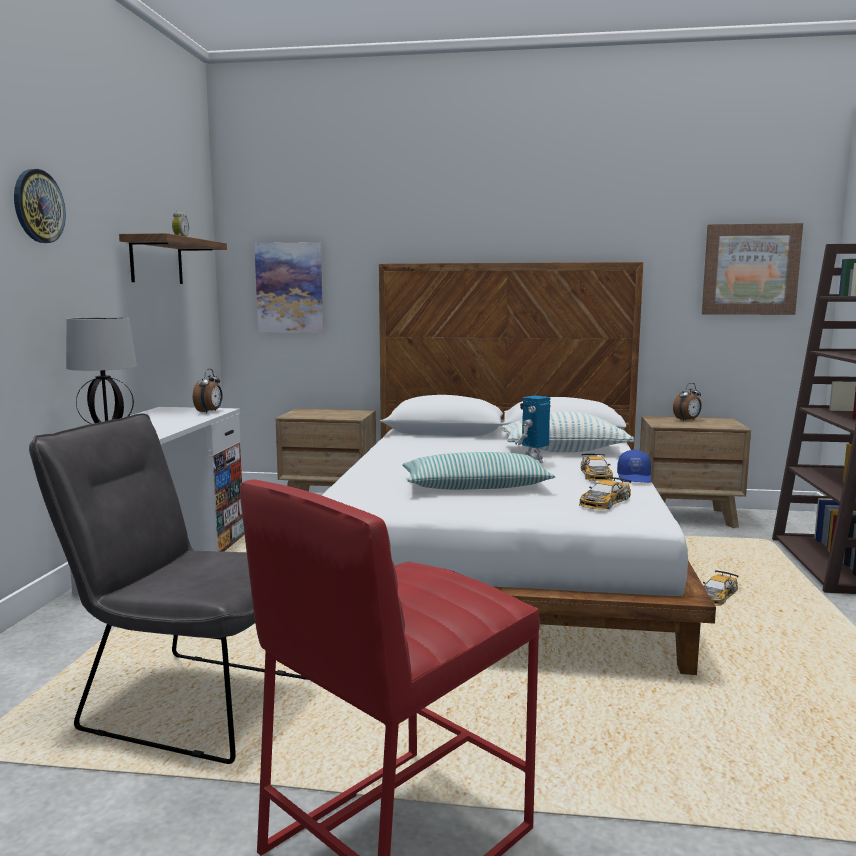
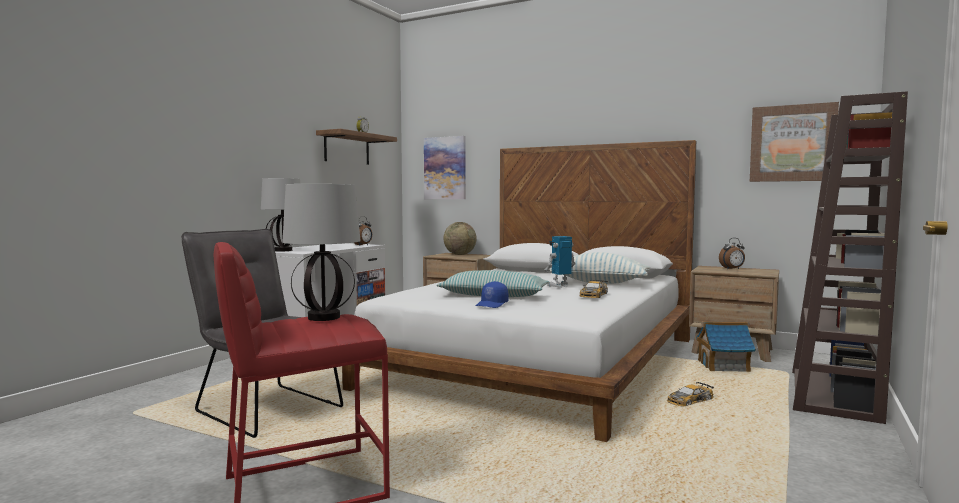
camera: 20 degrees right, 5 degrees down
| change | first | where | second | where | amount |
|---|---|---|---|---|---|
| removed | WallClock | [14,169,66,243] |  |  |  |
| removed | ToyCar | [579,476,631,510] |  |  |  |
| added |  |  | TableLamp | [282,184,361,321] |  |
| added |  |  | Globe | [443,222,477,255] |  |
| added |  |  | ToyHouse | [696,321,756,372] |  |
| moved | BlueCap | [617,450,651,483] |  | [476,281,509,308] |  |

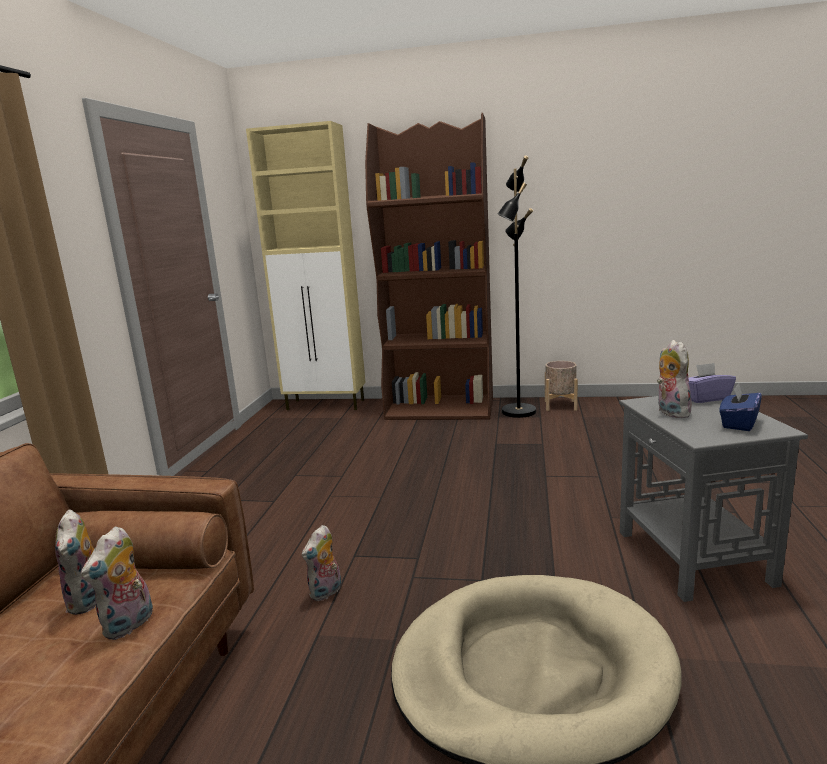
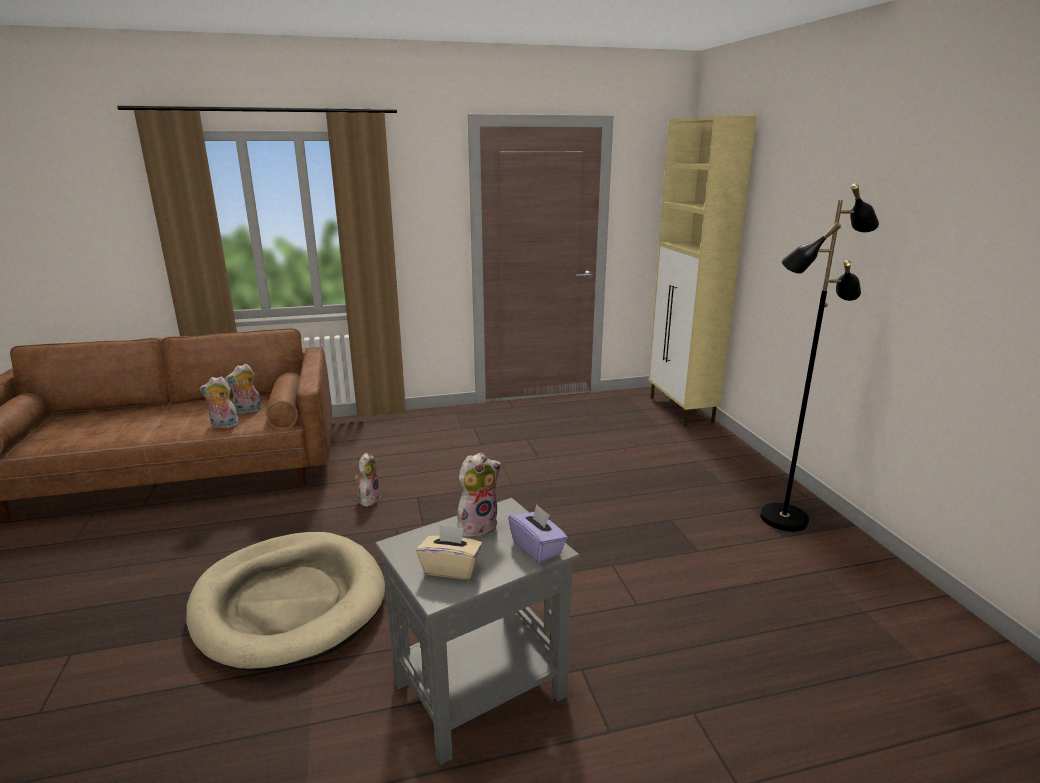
camera: 65 degrees right, 5 degrees up
| change | first | where | second | where | amount |
|---|---|---|---|---|---|
| removed | BrownBookcase | [365,113,493,420] |  |  |  |
| removed | BeigePlanter | [545,361,578,411] |  |  |  |
| recoloured | BlueTissueBox | [719,383,762,431] | BeigeTissueBox | [416,525,483,579] |  |
| turned | PlushToy | [302,525,341,601] |  | [355,453,381,507] | 90 degrees clockwise |

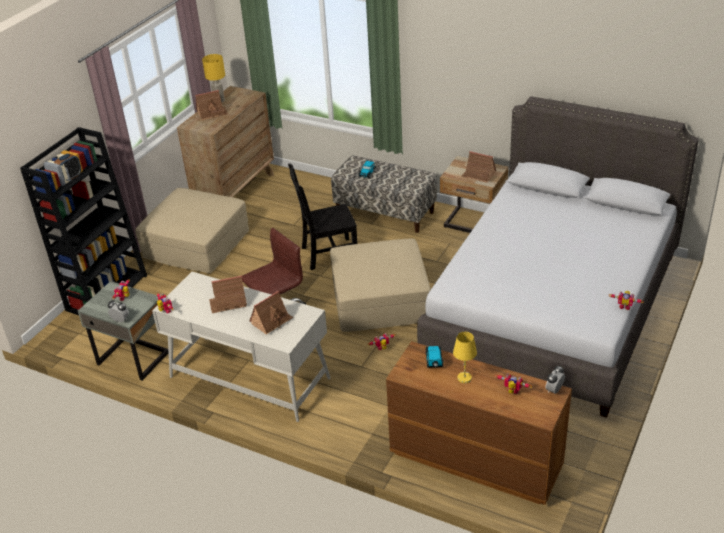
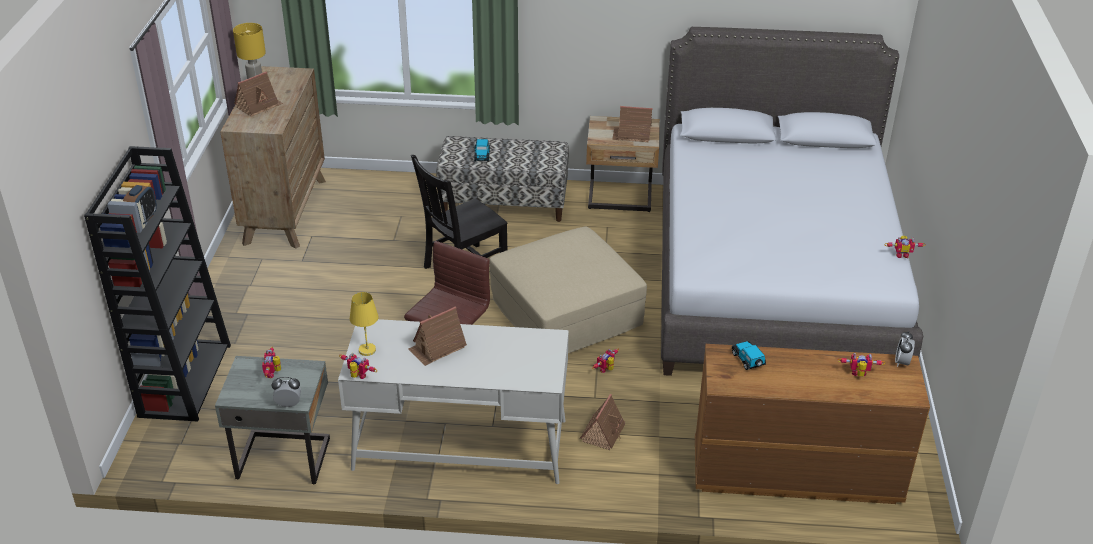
camera: 25 degrees left, 0 degrees up
| change | first | where | second | where | amount |
|---|---|---|---|---|---|
| removed | BeigeOttoman | [135,188,249,273] |  |  |  |
| moved | ToyHouse | [249,291,293,335] |  | [580,394,625,450] |  |
| moved | YellowTableLamp | [453,332,477,383] |  | [350,292,379,356] |  |

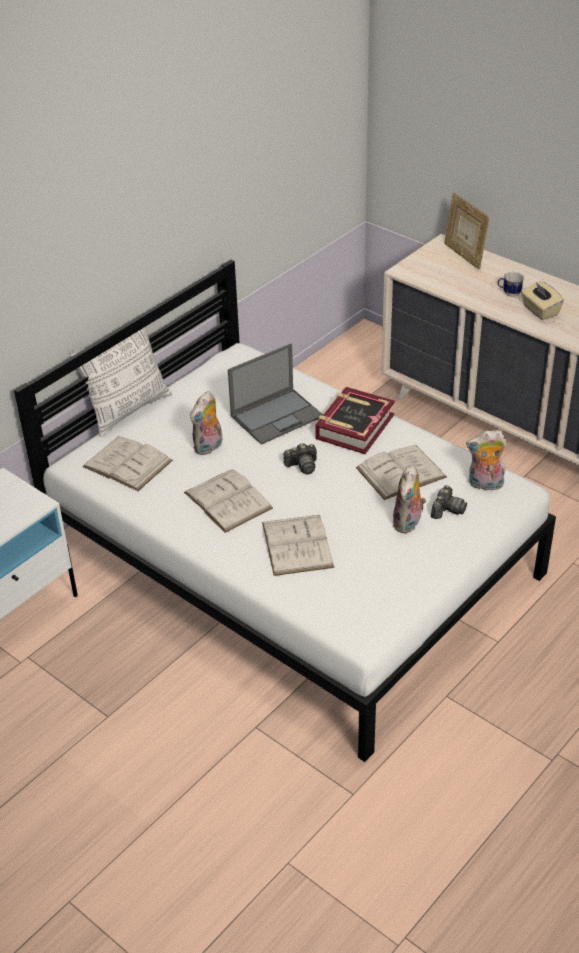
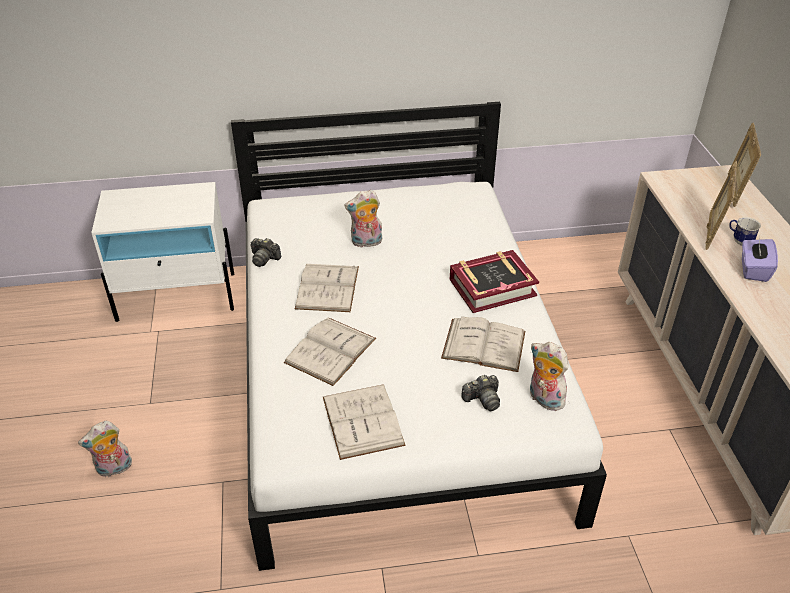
camera: 40 degrees right, 0 degrees up
| change | first | where | second | where | amount |
|---|---|---|---|---|---|
| removed | Pillow | [70,327,171,437] |  |  |  |
| removed | Laptop | [228,344,323,445] |  |  |  |
| added |  |  | PictureFrame | [705,161,737,250] |  |
| moved | WhiteBook | [82,436,173,491] |  | [323,385,406,460] |  |
| moved | PhotoCamera | [283,443,317,475] |  | [251,238,281,267] |  |
| moved | PlushToy | [392,465,426,534] |  | [78,421,132,477] |  |
| recoloured | BeigeTissueBox | [521,281,564,320] | PurpleTissueBox | [742,239,778,282] |  |

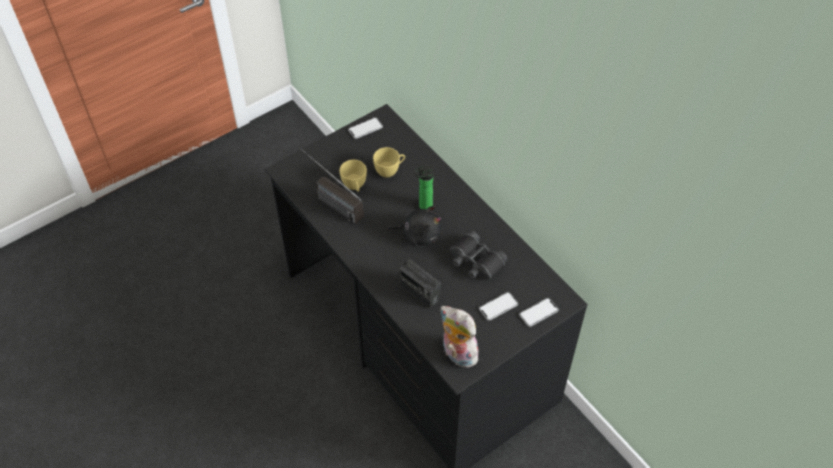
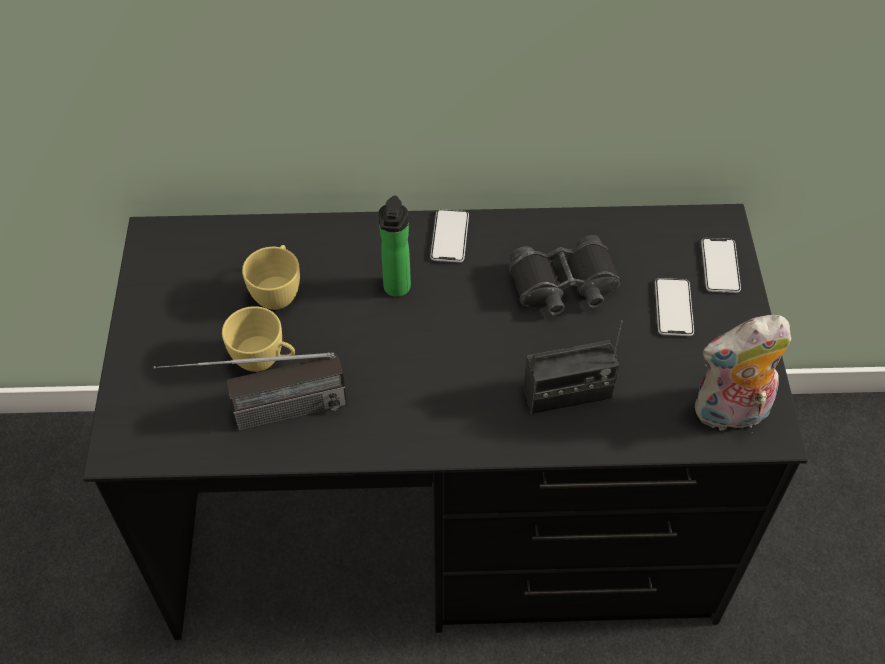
camera: 55 degrees left, 0 degrees up
| change | first | where | second | where | amount |
|---|---|---|---|---|---|
| removed | BlackPlushToy | [387,206,443,246] |  |  |  |
| moved | Phone | [348,117,383,139] |  | [430,209,469,263] |  |

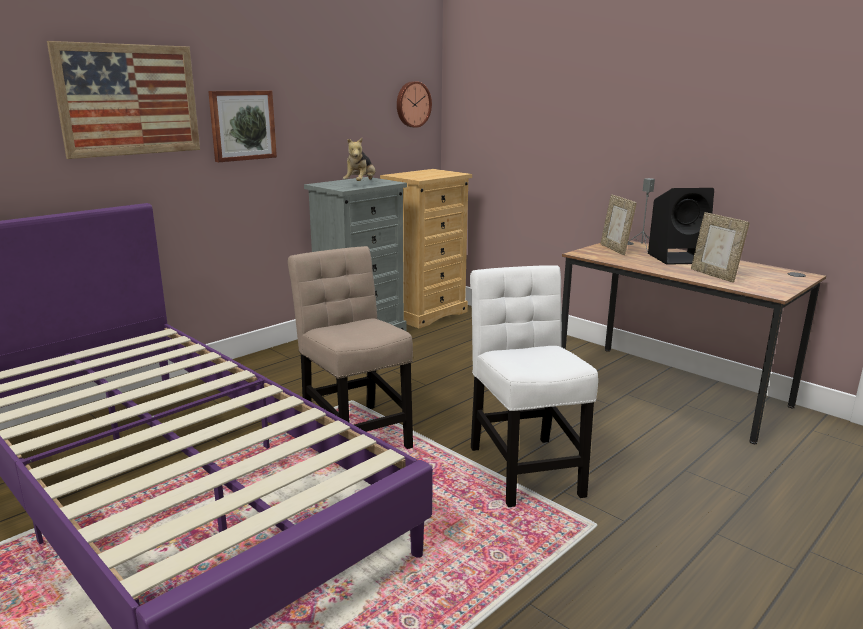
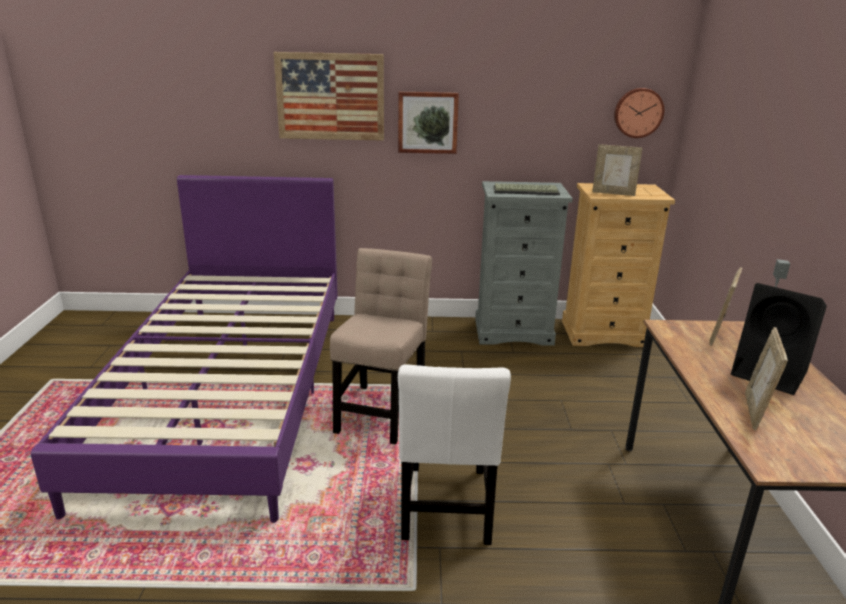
camera: 45 degrees right, 5 degrees up
| change | first | where | second | where | amount |
|---|---|---|---|---|---|
| added |  |  | PictureFrame | [592,144,643,196] |  |
| replaced | PlushToy | [343,137,375,181] | Keyboard | [493,183,560,195] |  |
| turned | WhiteChair | [470,265,598,507] |  | [398,364,511,545] | 150 degrees clockwise |

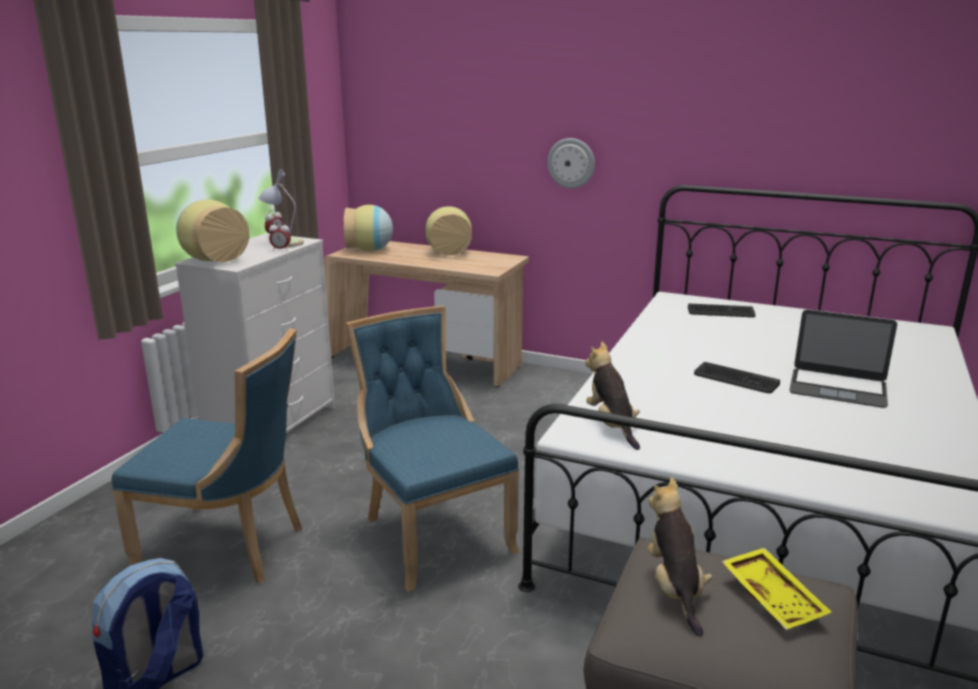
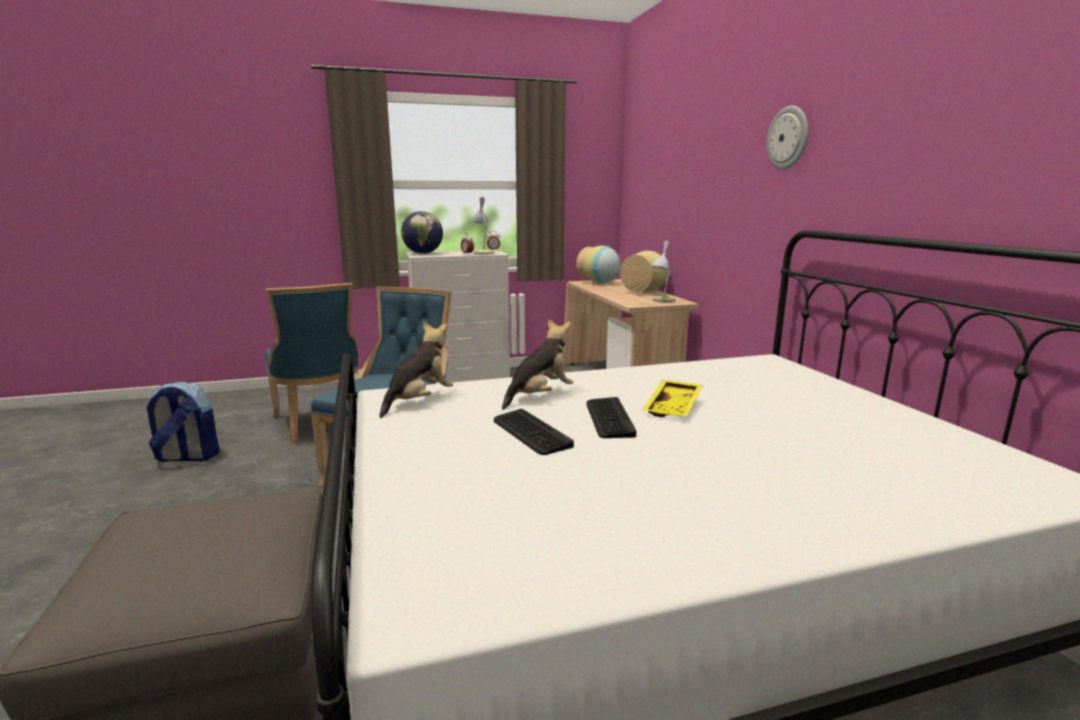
camera: 50 degrees right, 5 degrees down
| change | first | where | second | where | amount |
|---|---|---|---|---|---|
| removed | Laptop | [789,310,897,408] |  |  |  |
| added |  |  | TableLamp | [651,240,675,303] |  |
| moved | WallClock | [547,138,595,189] |  | [766,106,808,170] |  |
| moved | PlushToy | [648,477,712,636] |  | [502,319,573,410] |  |
| moved | Keyboard | [688,304,755,317] |  | [494,409,574,455] |  |
| moved | YellowTray | [722,547,831,630] |  | [642,380,703,417] |  |
| replaced | Vase | [176,199,250,262] | Globe | [401,211,443,254] |  |

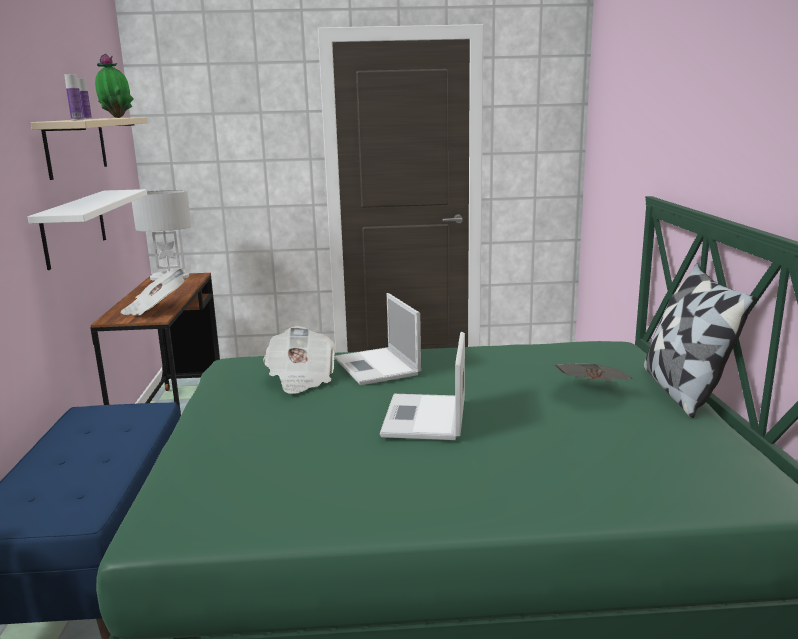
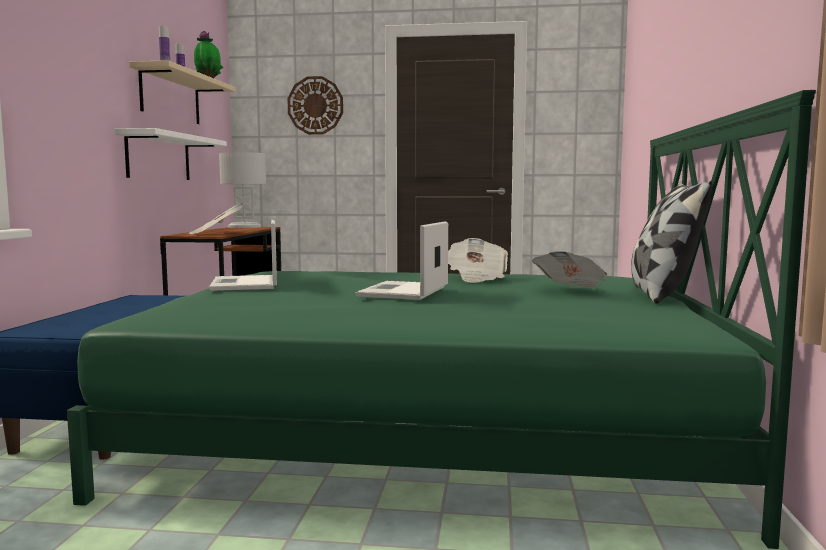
camera: 10 degrees right, 10 degrees down
| change | first | where | second | where | amount |
|---|---|---|---|---|---|
| added |  |  | WallClock | [287,76,343,135] |  |
| moved | Newspaper | [263,326,335,394] |  | [448,238,508,283] |  |
| moved | Laptop | [335,293,421,385] |  | [209,220,277,291] |  |

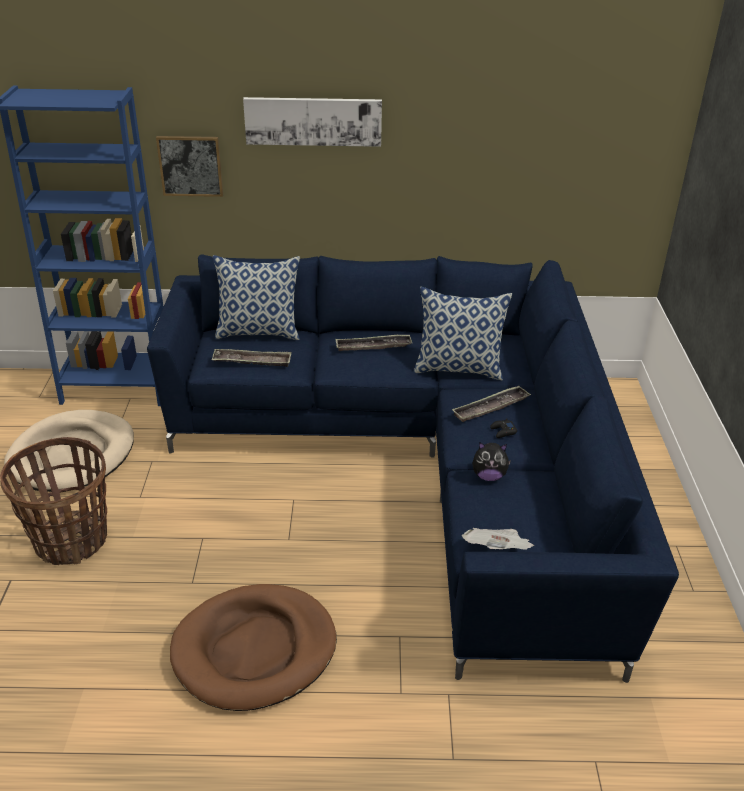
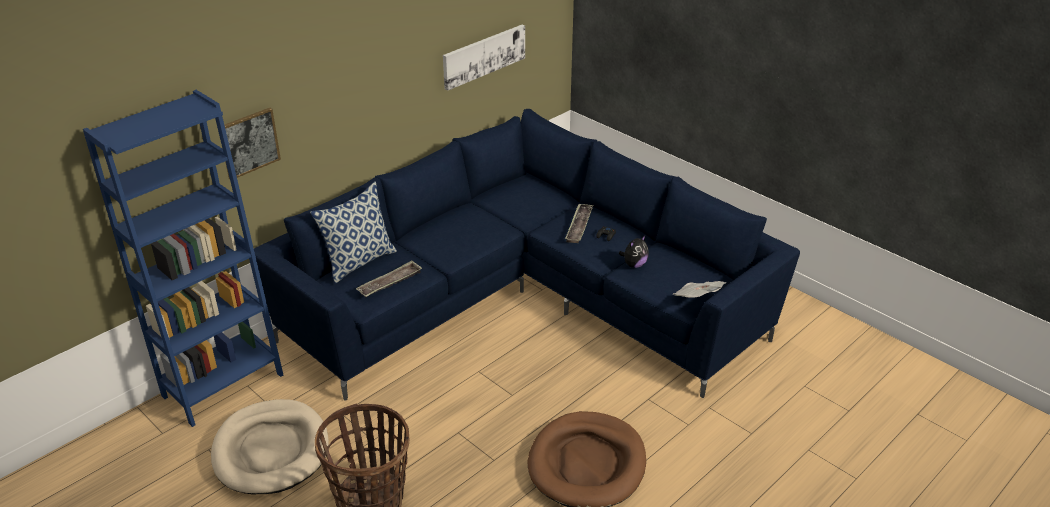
camera: 45 degrees left, 0 degrees up
| change | first | where | second | where | amount |
|---|---|---|---|---|---|
| removed | Tray | [335,334,412,351] |  |  |  |
| removed | Pillow | [414,287,512,380] |  |  |  |
| moved | Picture | [243,97,382,147] |  | [443,25,525,91] |  |

